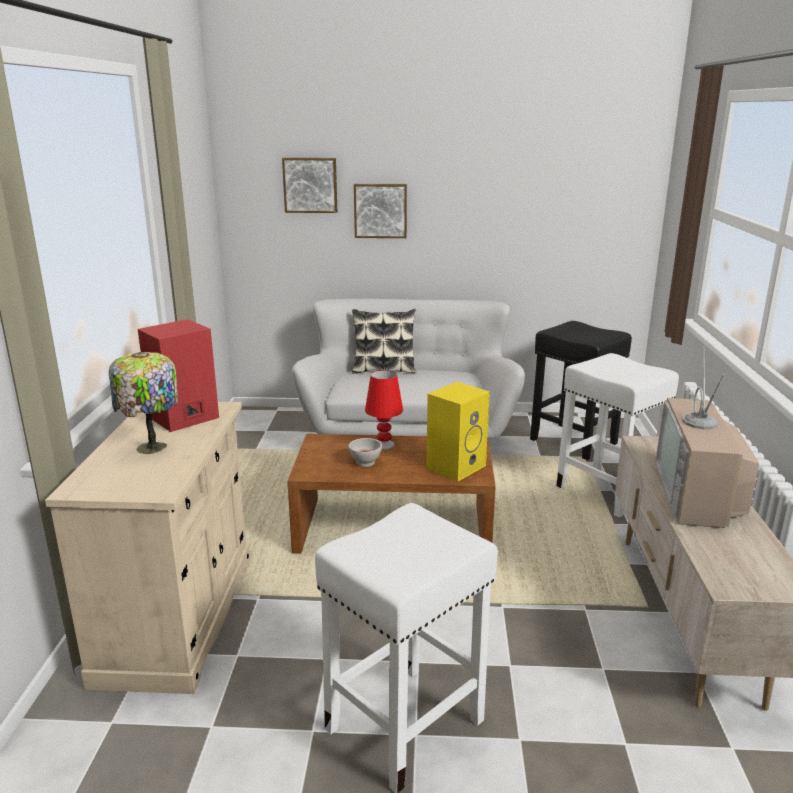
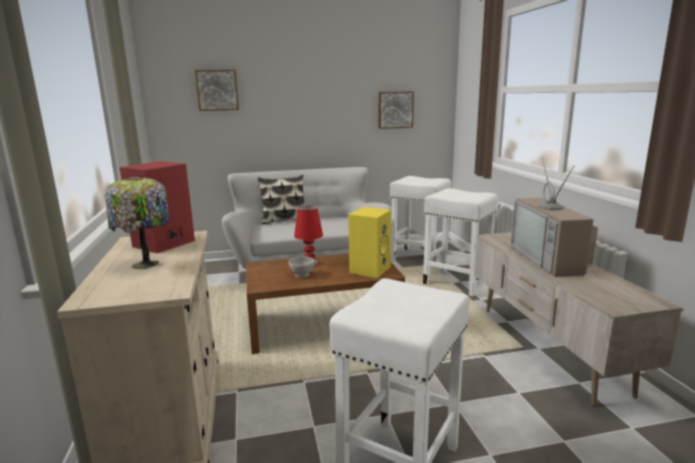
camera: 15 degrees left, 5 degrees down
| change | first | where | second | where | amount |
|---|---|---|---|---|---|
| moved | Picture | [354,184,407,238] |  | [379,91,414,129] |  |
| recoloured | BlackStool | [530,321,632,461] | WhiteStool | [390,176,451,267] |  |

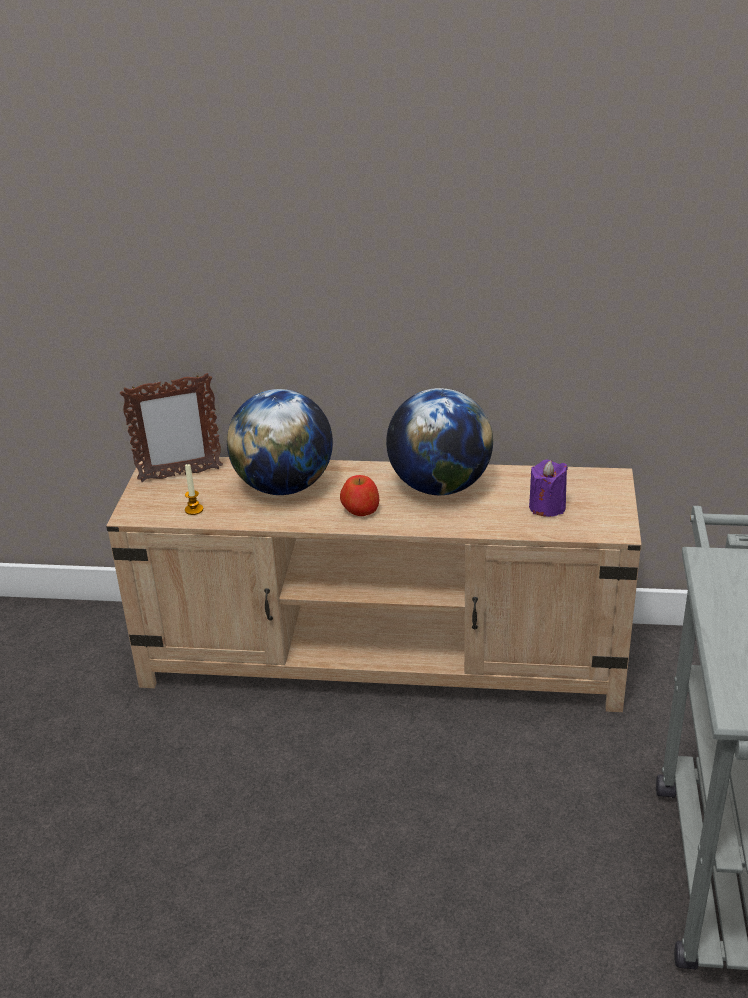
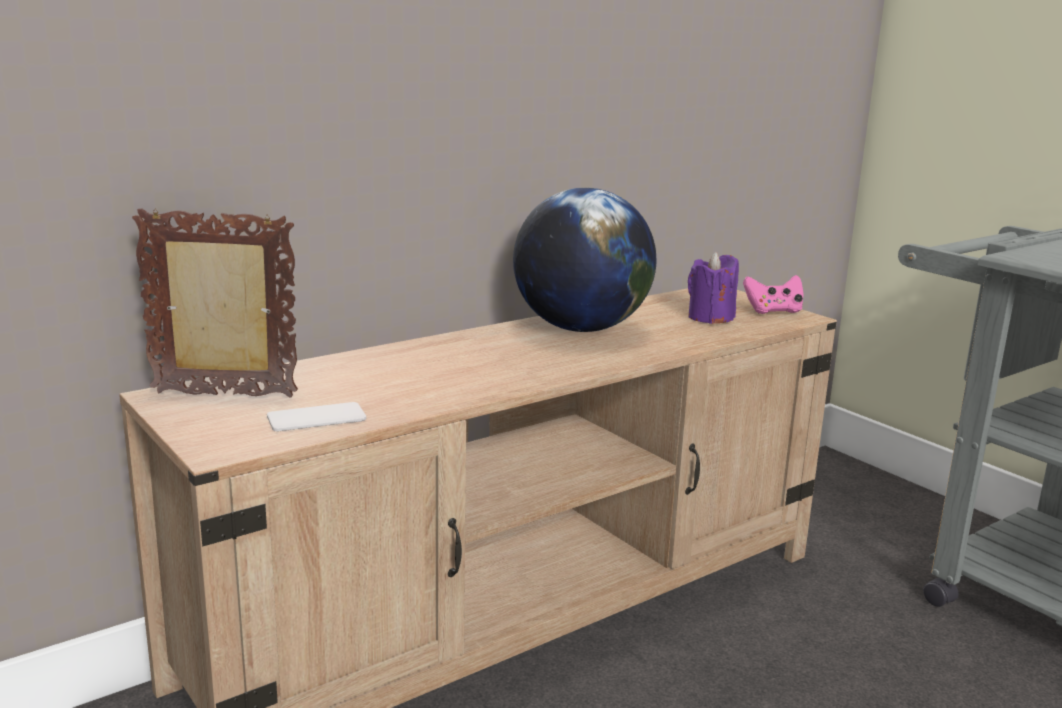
camera: 45 degrees left, 15 degrees down
| change | first | where | second | where | amount |
|---|---|---|---|---|---|
| removed | Globe | [227,389,333,495] |  |  |  |
| removed | Apple | [340,475,380,516] |  |  |  |
| added |  |  | PinkGameController | [743,275,804,314] |  |
| replaced | Candle | [185,463,203,515] | Phone | [267,402,366,432] |  |
| turned | PictureFrame | [120,373,223,482] |  | [132,208,298,398] | 120 degrees counterclockwise |

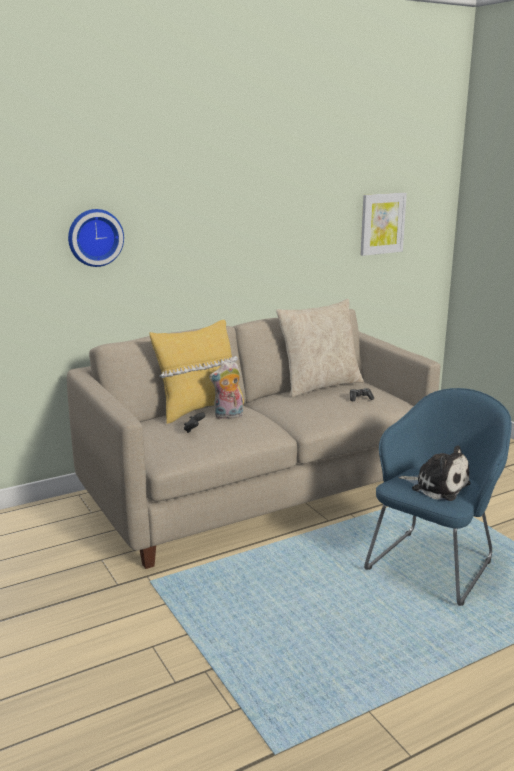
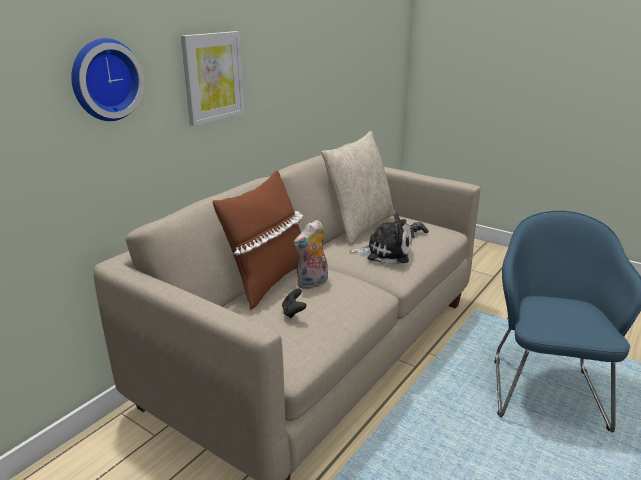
camera: 25 degrees left, 5 degrees up
| change | first | where | second | where | amount |
|---|---|---|---|---|---|
| moved | Picture | [361,193,407,256] |  | [181,31,244,126] |  |
| moved | PlushToy | [398,445,470,501] |  | [349,213,412,264] |  |
| recoloured | YellowPillow | [149,320,244,424] | BrownPillow | [213,170,303,310] |  |

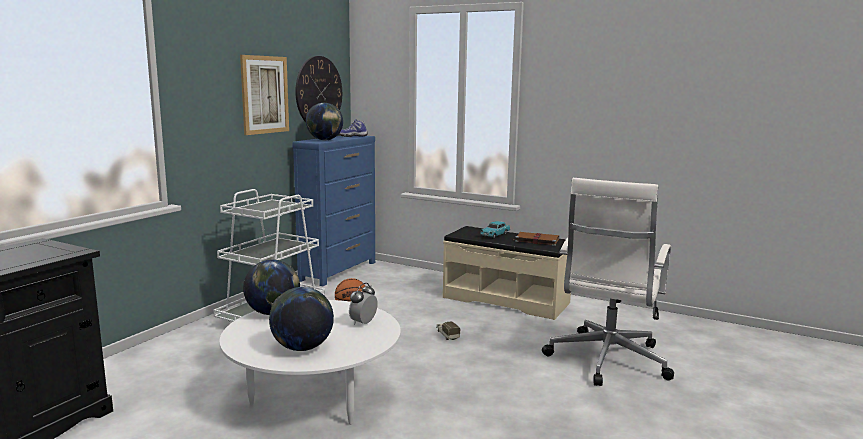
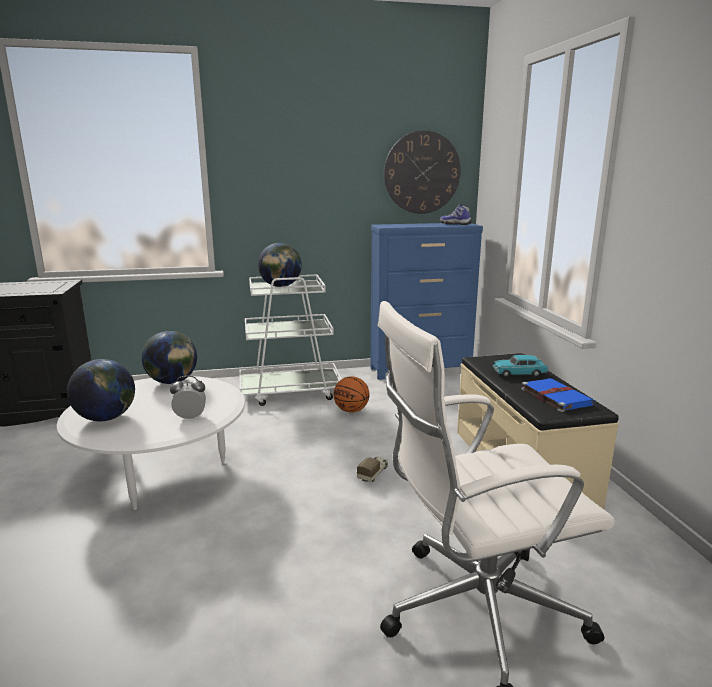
camera: 50 degrees right, 5 degrees up
| change | first | where | second | where | amount |
|---|---|---|---|---|---|
| removed | Picture | [240,55,289,135] |  |  |  |
| moved | Globe | [306,103,343,140] |  | [258,243,302,287] |  |
| recoloured | BrownBook | [515,232,559,246] | BlueBook | [521,378,595,412] |  |

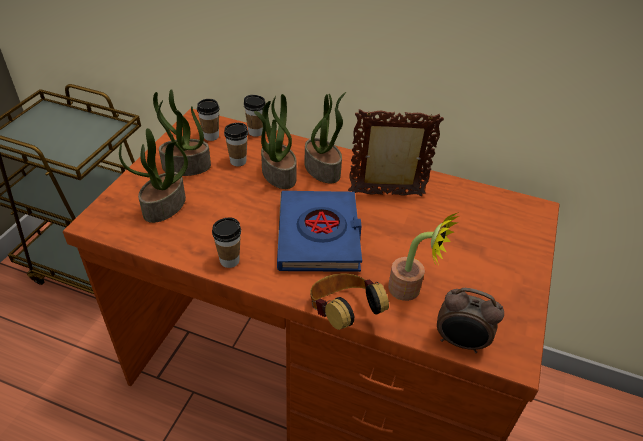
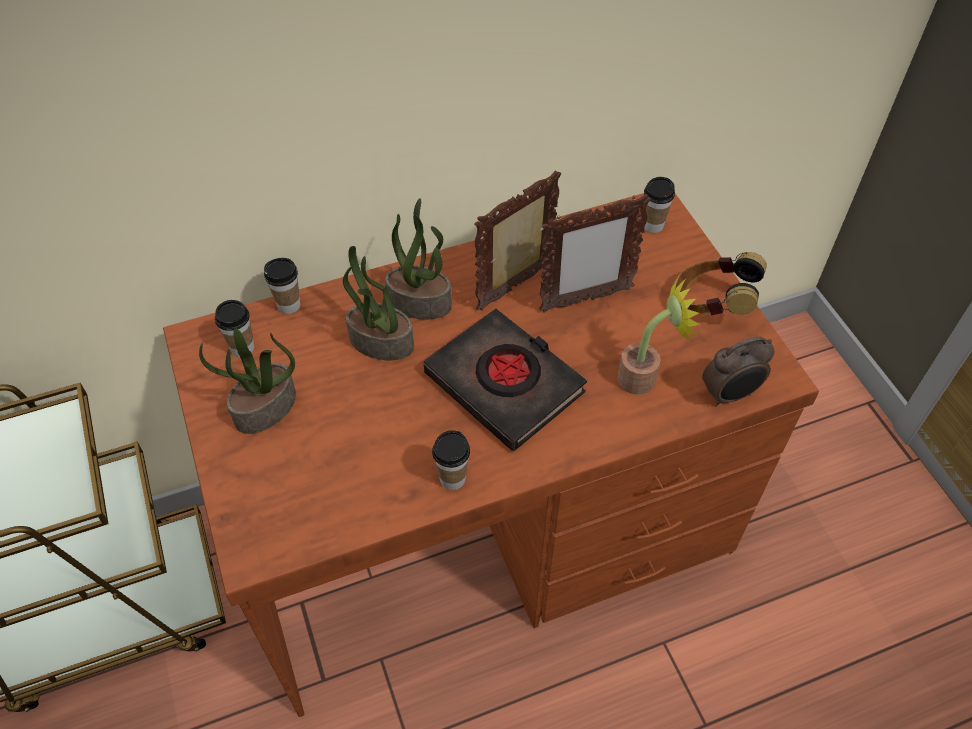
camera: 40 degrees left, 10 degrees up
| change | first | where | second | where | amount |
|---|---|---|---|---|---|
| removed | PottedPlant | [119,128,188,223] |  |  |  |
| added |  |  | PictureFrame | [539,194,651,313] |  |
| moved | Cup | [224,123,248,166] |  | [644,177,675,233] |  |
| moved | Headphones | [310,274,389,330] |  | [674,252,767,315] |  |
| recoloured | BlueBook | [277,191,362,272] | BlackBook | [424,309,587,451] |  |

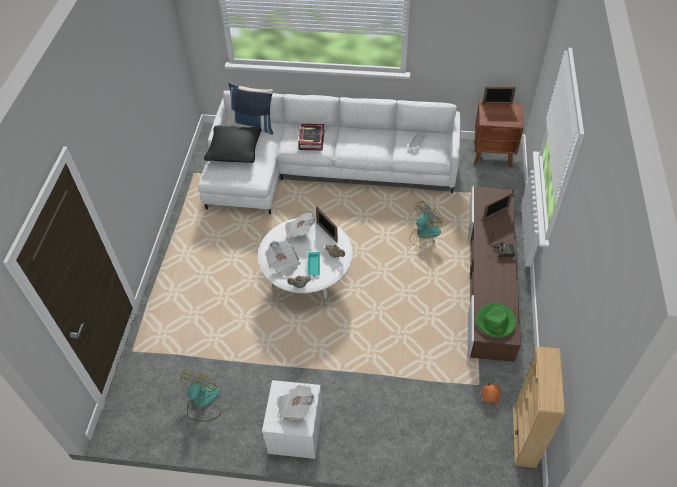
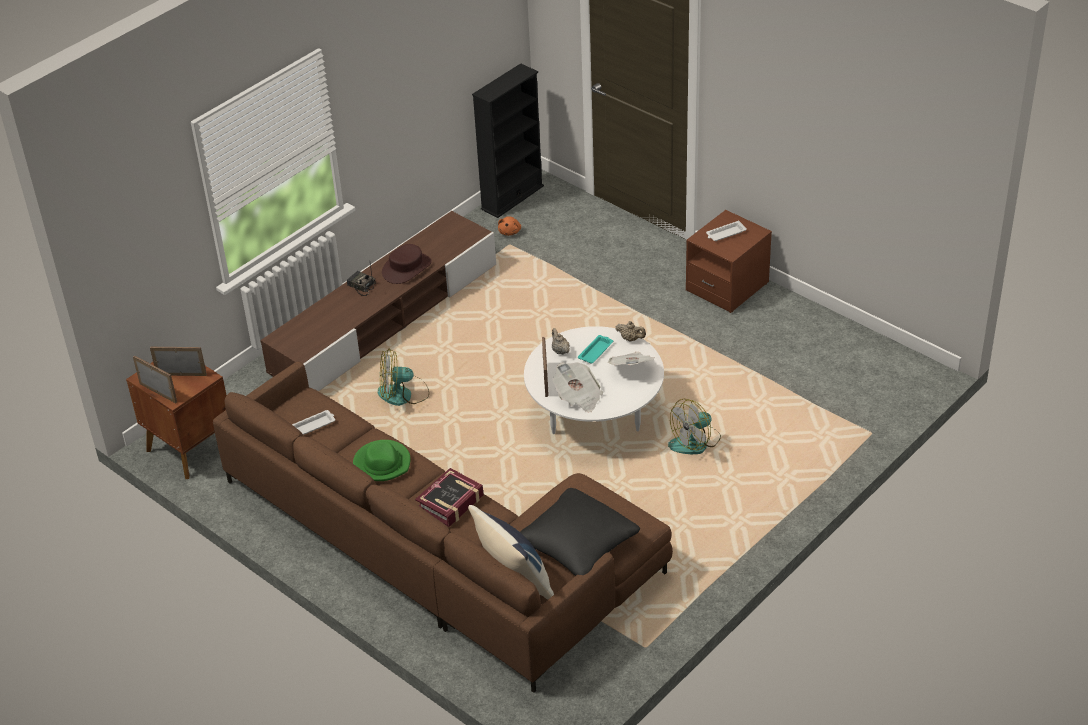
camera: 145 degrees left, 10 degrees down
| change | first | where | second | where | amount |
|---|---|---|---|---|---|
| added |  |  | BrownHat | [382,244,432,284] |  |
| moved | Fan | [179,370,221,422] |  | [668,399,721,455] |  |
| moved | GreenHat | [475,303,516,338] |  | [353,440,411,481] |  |
| moved | PictureFrame | [483,192,513,221] |  | [150,347,207,376] |  |
| replaced | Newspaper | [277,385,315,420] | WhiteTray | [706,221,747,241] |  |
| recoloured | WhiteSofa | [198,90,461,214] | BrownSofa | [213,362,673,693] |  |
| recoloured | WhiteNightstand | [262,380,323,459] | BrownNightstand | [686,210,772,313] |  |
| recoloured | BeigeBookcase | [513,347,565,468] | BlackBookcase | [472,63,544,218] |  |

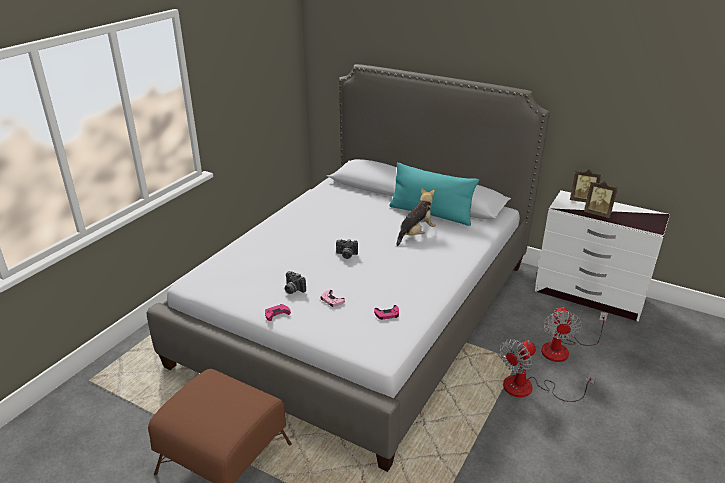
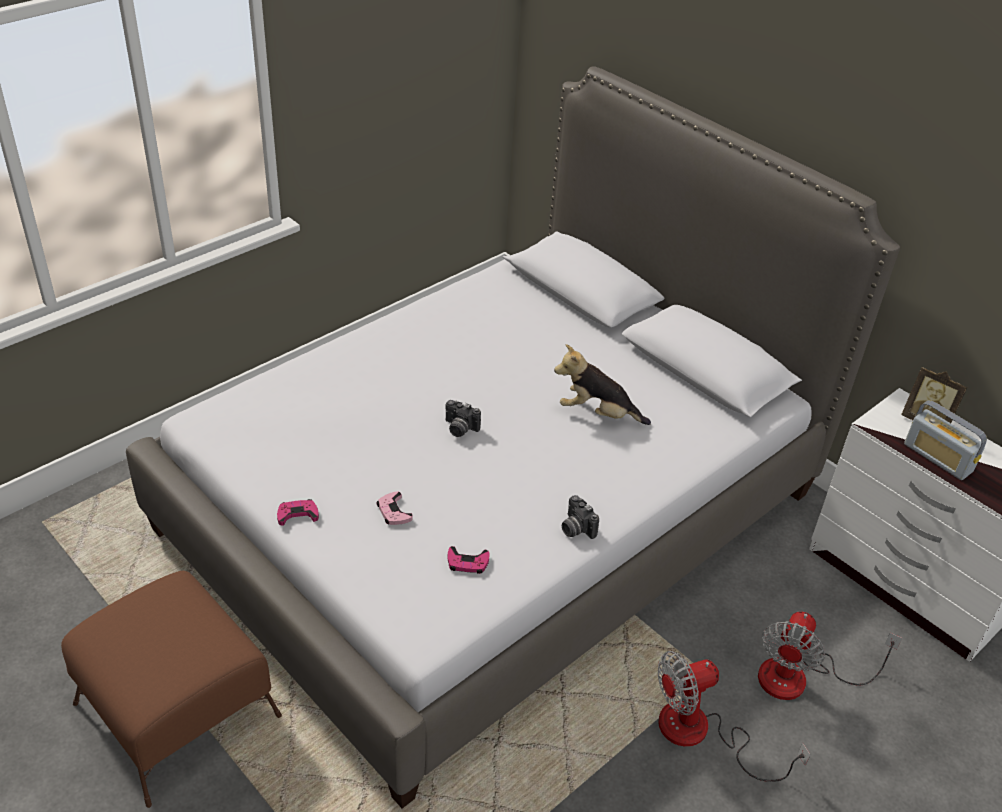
camera: 15 degrees right, 10 degrees up
| change | first | where | second | where | amount |
|---|---|---|---|---|---|
| removed | TurquoisePillow | [390,162,479,226] |  |  |  |
| moved | PhotoCamera | [285,271,306,294] |  | [562,495,599,539] |  |
| replaced | PictureFrame | [584,181,618,218] | Radio | [904,400,987,480] |  |
| turned | PlushToy | [397,188,436,246] |  | [554,344,651,425] | 135 degrees counterclockwise |

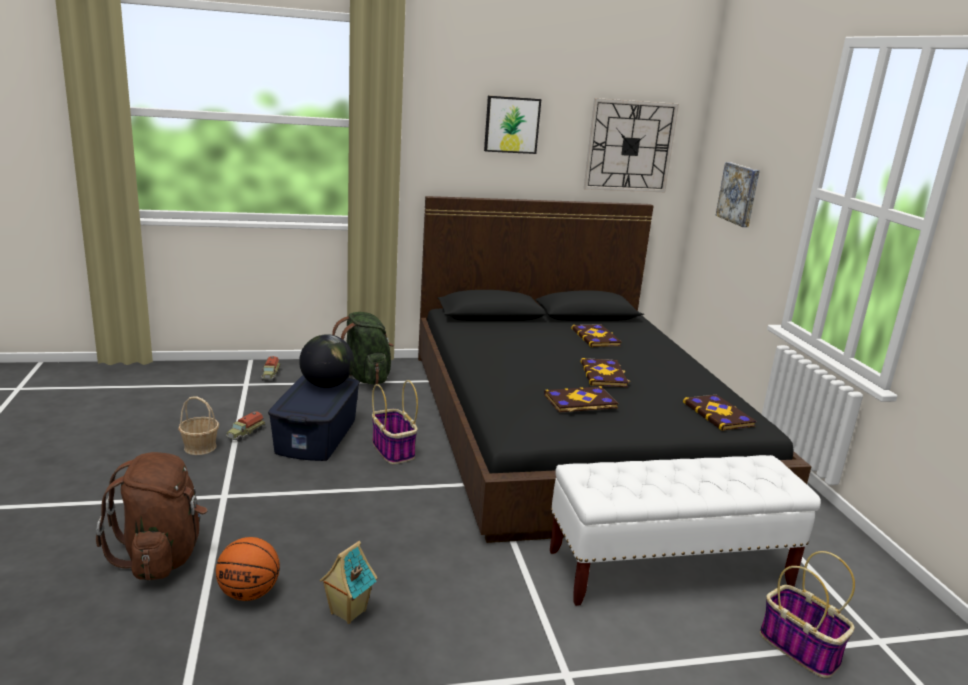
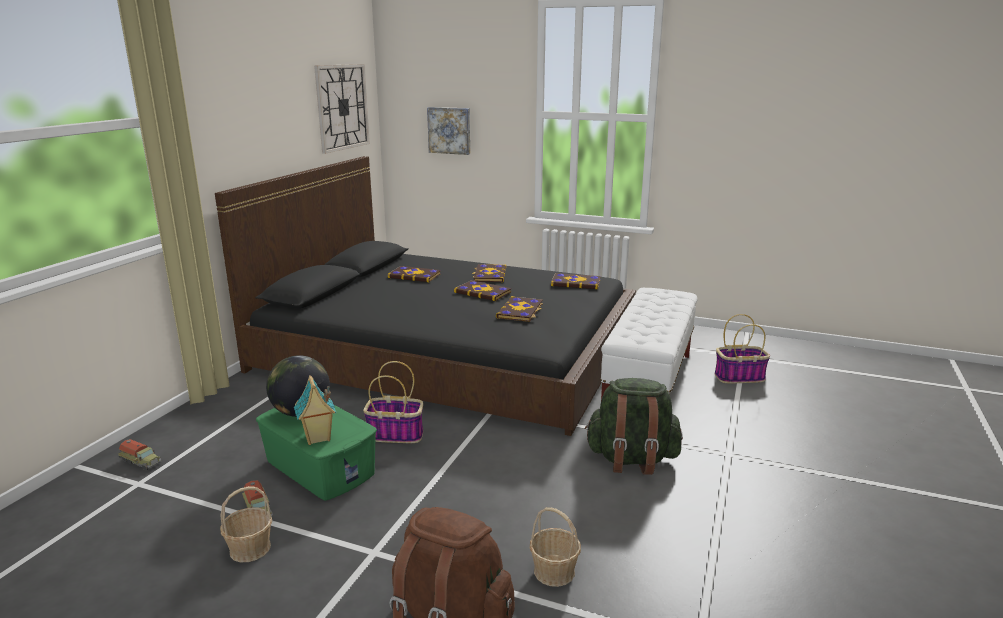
camera: 55 degrees left, 0 degrees up
| change | first | where | second | where | amount |
|---|---|---|---|---|---|
| removed | Picture | [484,96,541,154] |  |  |  |
| added |  |  | Book | [472,264,506,282] |  |
| moved | ToyHouse | [319,541,377,624] |  | [294,375,337,445] |  |
| moved | GreenBackpack | [332,312,394,385] |  | [585,378,683,475] |  |
| replaced | Basketball | [216,537,280,601] | Basket | [530,507,581,587] |  |
| recoloured | BlueStorageBox | [268,375,360,461] | GreenStorageBox | [256,405,377,501] |  |

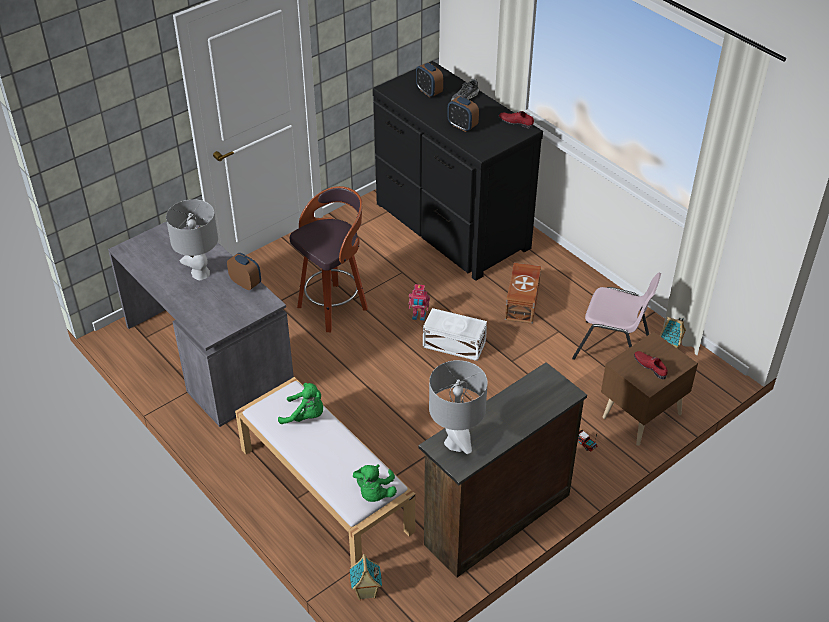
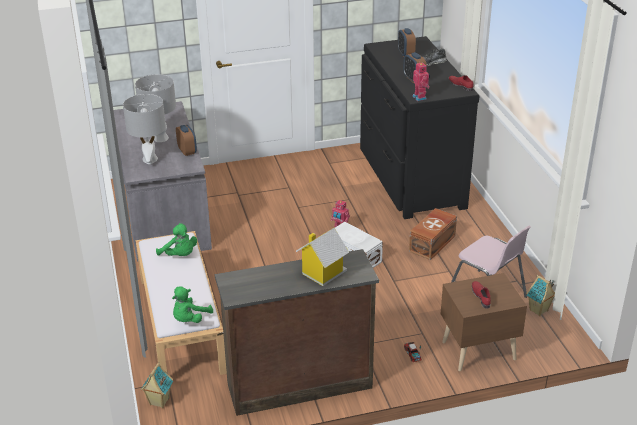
camera: 25 degrees right, 10 degrees down
| change | first | where | second | where | amount |
|---|---|---|---|---|---|
| removed | Stool | [290,186,368,332] |  |  |  |
| added |  |  | ToyHouse | [296,228,349,286] |  |
| added |  |  | ToyRobot | [413,63,430,101] |  |
| moved | GreyTableLamp | [429,360,488,454] |  | [123,94,166,164] |  |

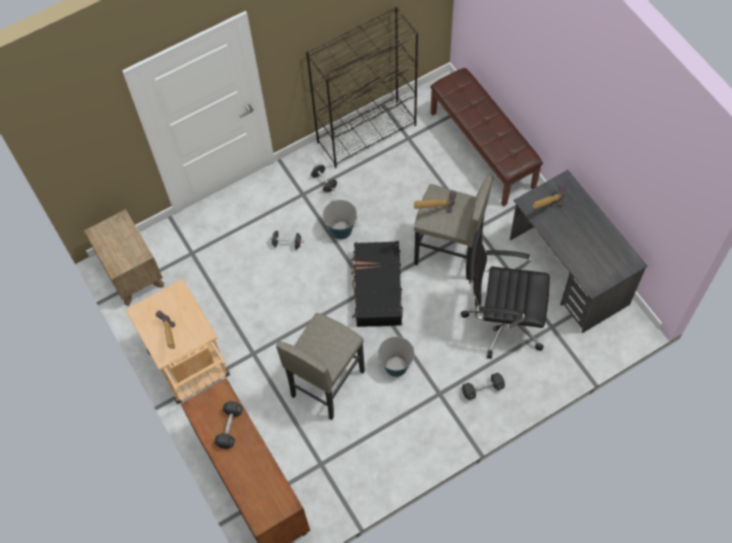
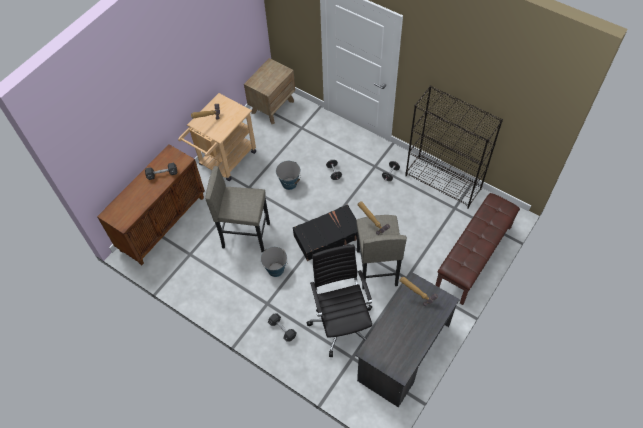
camera: 65 degrees right, 5 degrees down
| change | first | where | second | where | amount |
|---|---|---|---|---|---|
| moved | Bucket | [323,200,357,239] |  | [276,161,301,190] |  |

